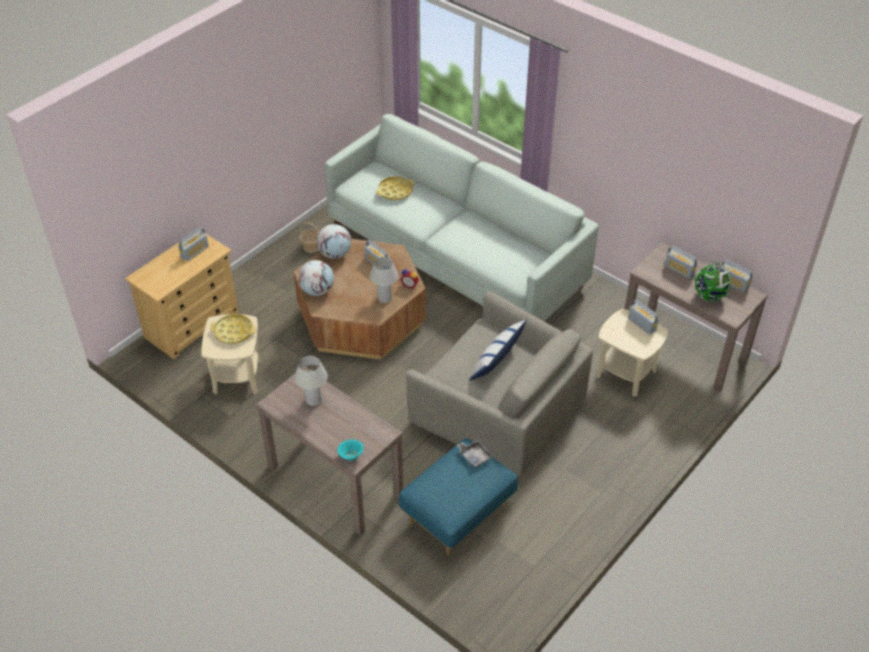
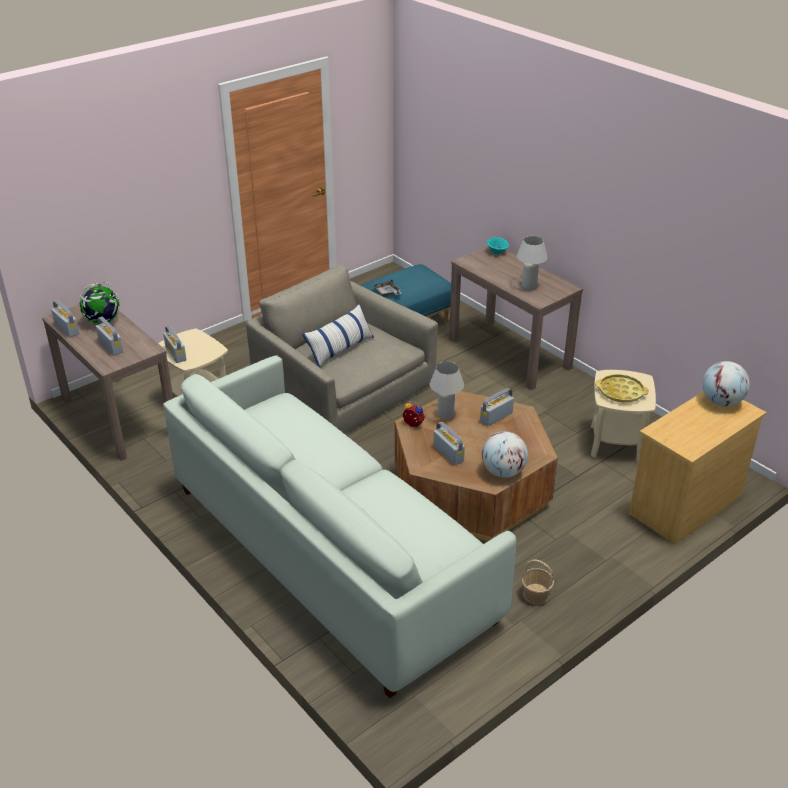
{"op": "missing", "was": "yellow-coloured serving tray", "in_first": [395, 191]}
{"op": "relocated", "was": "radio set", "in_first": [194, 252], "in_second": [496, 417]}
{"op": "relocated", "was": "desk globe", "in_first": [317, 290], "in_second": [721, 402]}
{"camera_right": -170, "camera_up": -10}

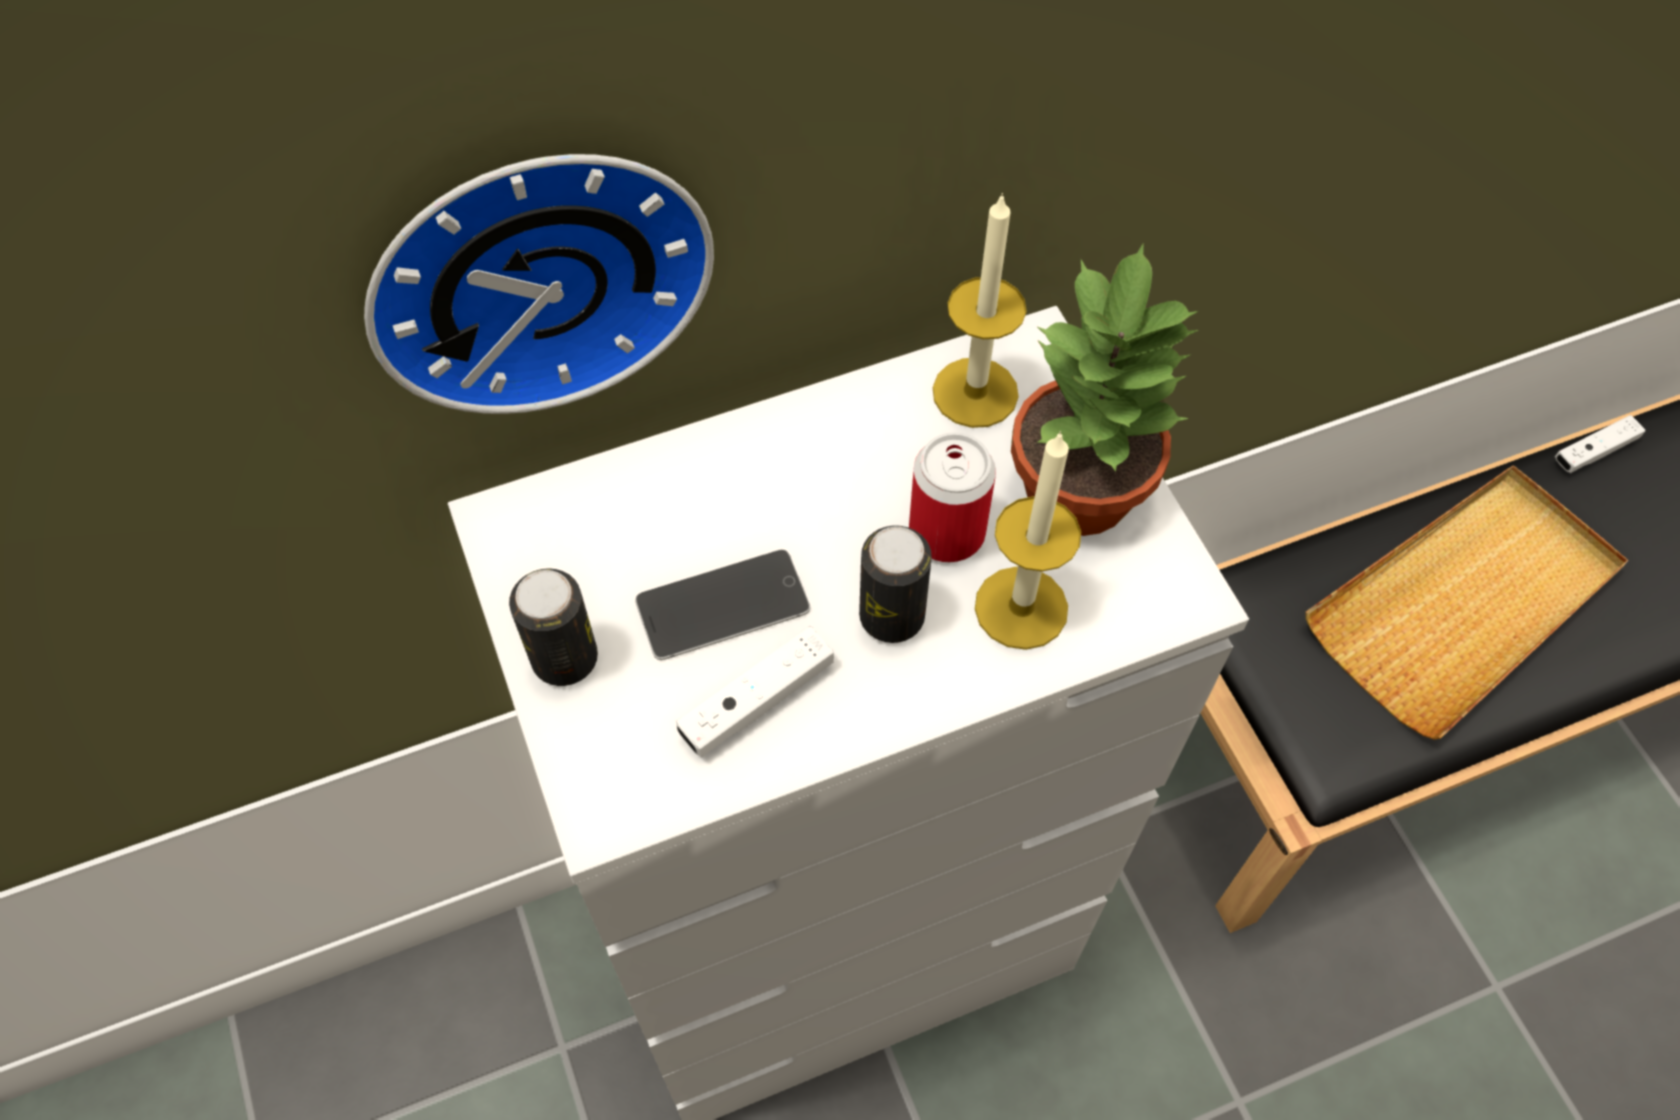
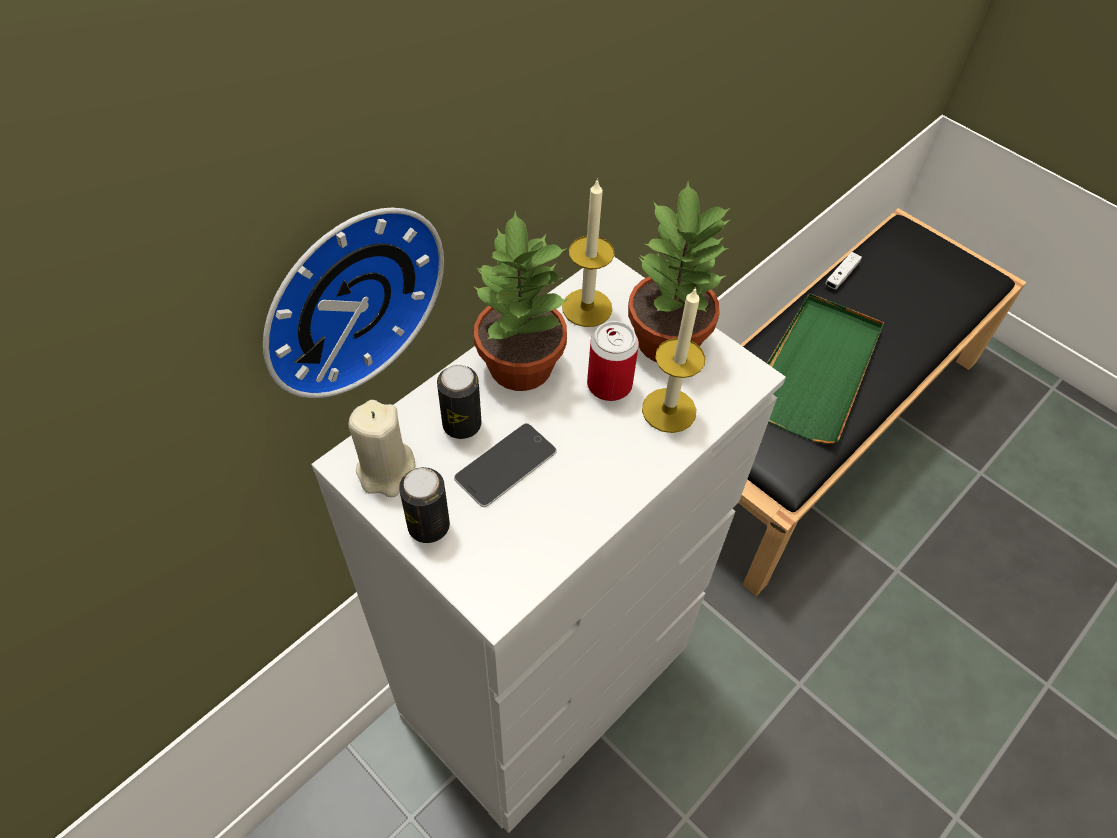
{"op": "missing", "was": "whitish gamepad", "in_first": [757, 700]}
{"op": "appeared", "now": "sand-coloured wax light", "in_second": [386, 471]}
{"op": "appeared", "now": "potted plant", "in_second": [520, 367]}
{"op": "relocated", "was": "sealed can", "in_first": [892, 616], "in_second": [462, 424]}
{"op": "colour", "was": "sand-coloured serving tray", "now": "green-coloured serving tray", "in_first": [1464, 603], "in_second": [816, 370]}
{"camera_right": -25, "camera_up": -5}

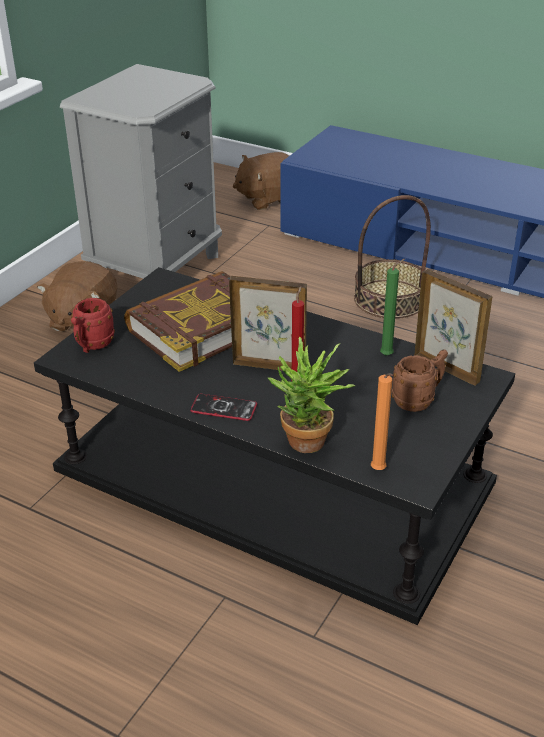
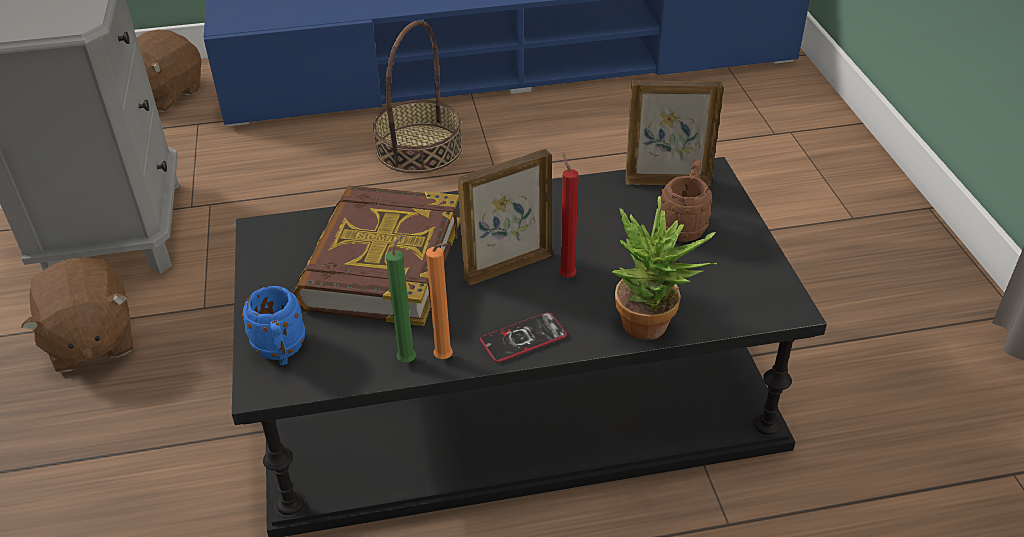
{"op": "relocated", "was": "orange wax light", "in_first": [379, 471], "in_second": [446, 359]}
{"op": "relocated", "was": "green-coloured wax light", "in_first": [388, 355], "in_second": [409, 359]}
{"op": "colour", "was": "red mug", "now": "blue mug", "in_first": [92, 345], "in_second": [281, 352]}
{"camera_right": -40, "camera_up": 5}

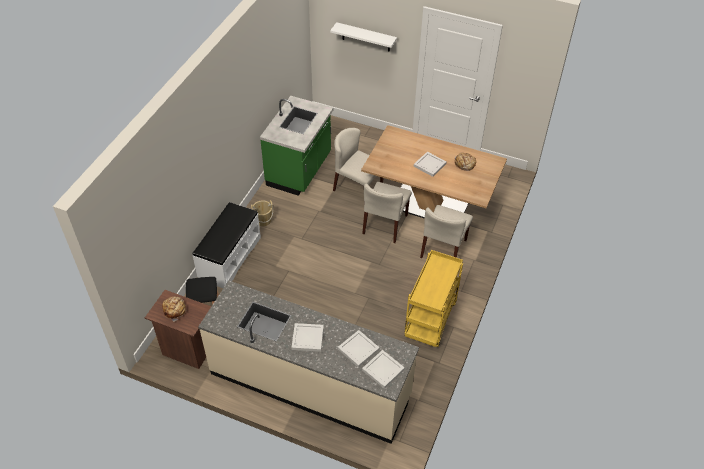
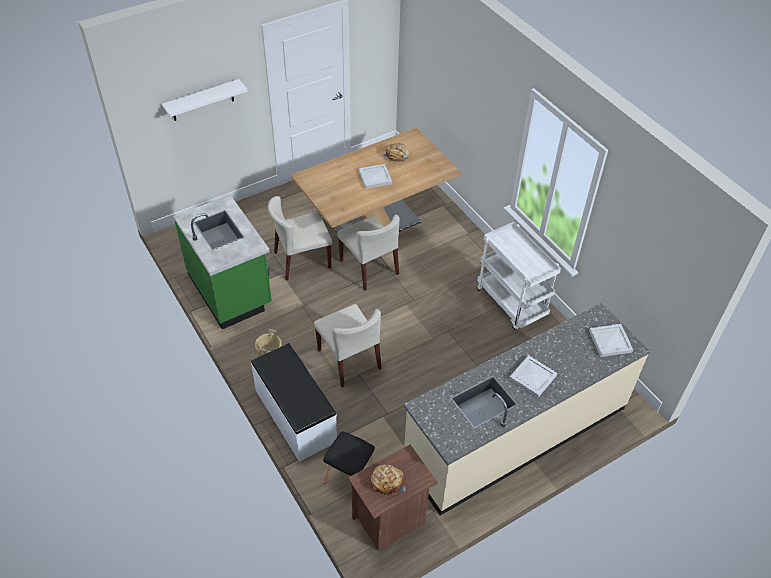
{"op": "missing", "was": "whitish serving tray", "in_first": [357, 349]}
{"op": "relocated", "was": "sand-coloured upright chair", "in_first": [443, 249], "in_second": [349, 359]}
{"op": "colour", "was": "yellow-coloured cart", "now": "whitish cart", "in_first": [430, 322], "in_second": [512, 303]}
{"camera_right": -55, "camera_up": 0}

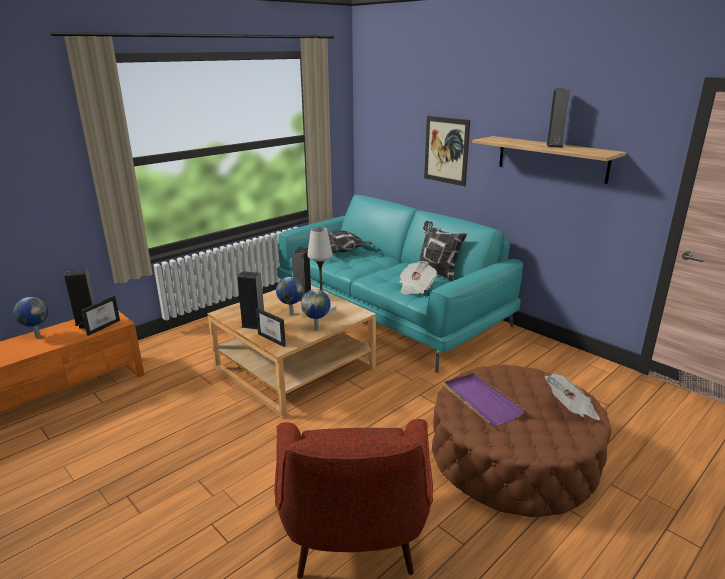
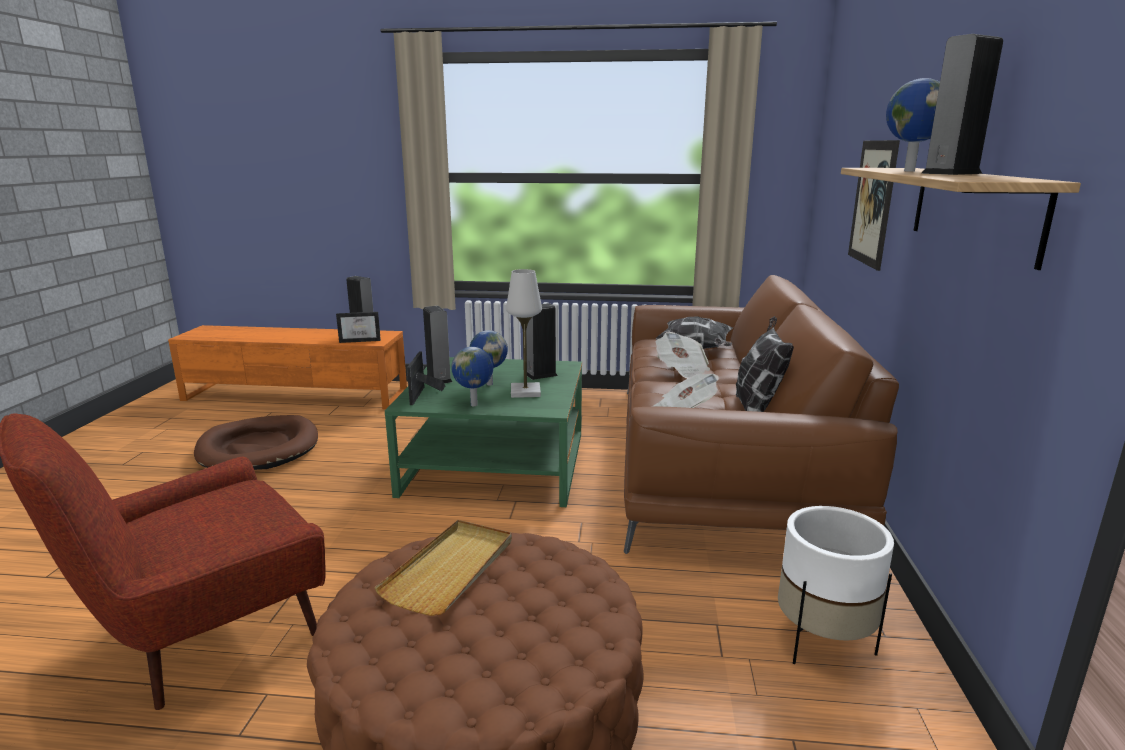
{"op": "appeared", "now": "brown dog bed", "in_second": [259, 448]}
{"op": "appeared", "now": "whitish plant pot", "in_second": [822, 642]}
{"op": "relocated", "was": "desk globe", "in_first": [37, 336], "in_second": [908, 171]}
{"op": "relocated", "was": "newspaper", "in_first": [570, 409], "in_second": [681, 370]}
{"op": "colour", "was": "sand-coloured low table", "now": "green-coloured low table", "in_first": [295, 368], "in_second": [496, 463]}
{"op": "colour", "was": "turquoise-coloured couch", "now": "brown couch", "in_first": [390, 311], "in_second": [721, 460]}
{"op": "colour", "was": "purple serving tray", "now": "sand-coloured serving tray", "in_first": [481, 401], "in_second": [451, 569]}
{"camera_right": 50, "camera_up": -5}

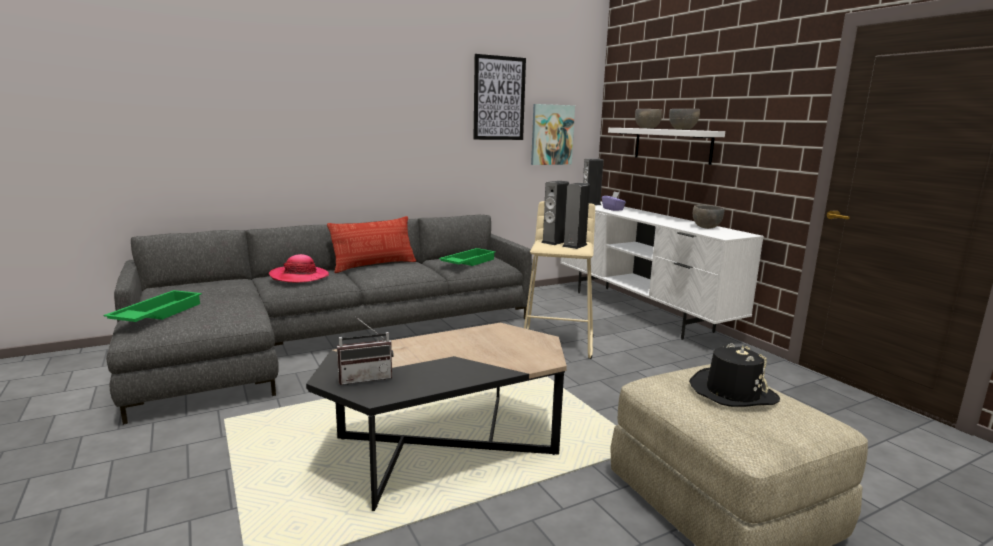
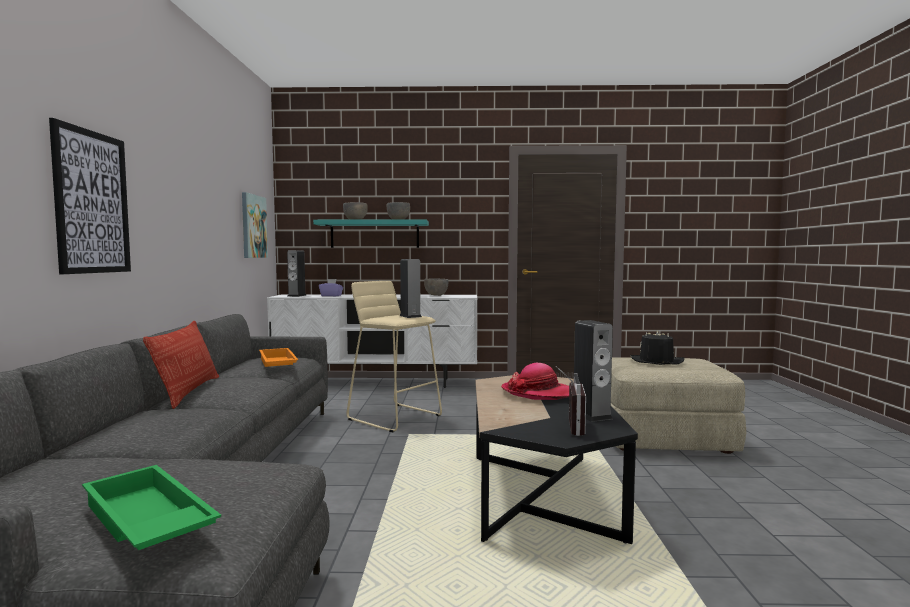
{"op": "relocated", "was": "clothing hat", "in_first": [299, 276], "in_second": [538, 393]}
{"op": "relocated", "was": "wall picture", "in_first": [499, 98], "in_second": [92, 202]}
{"op": "relocated", "was": "audio speaker", "in_first": [554, 242], "in_second": [591, 415]}
{"op": "colour", "was": "green-coloured serving tray", "now": "orange serving tray", "in_first": [467, 262], "in_second": [276, 364]}
{"op": "colour", "was": "whitish shelf", "now": "turquoise-coloured shelf", "in_first": [672, 145], "in_second": [374, 234]}
{"camera_right": -60, "camera_up": -10}

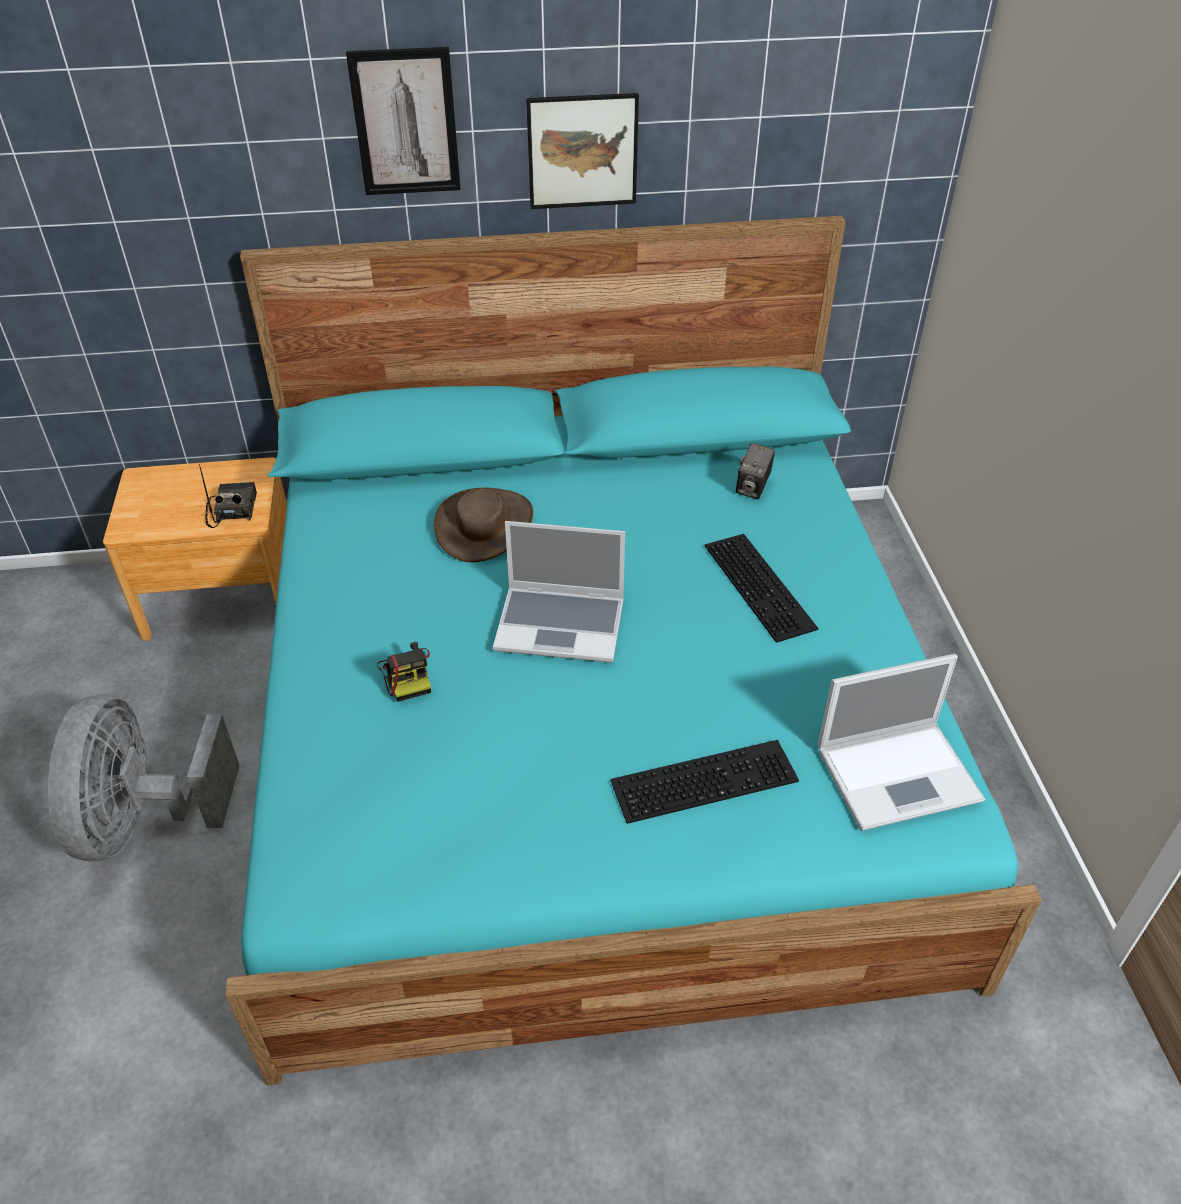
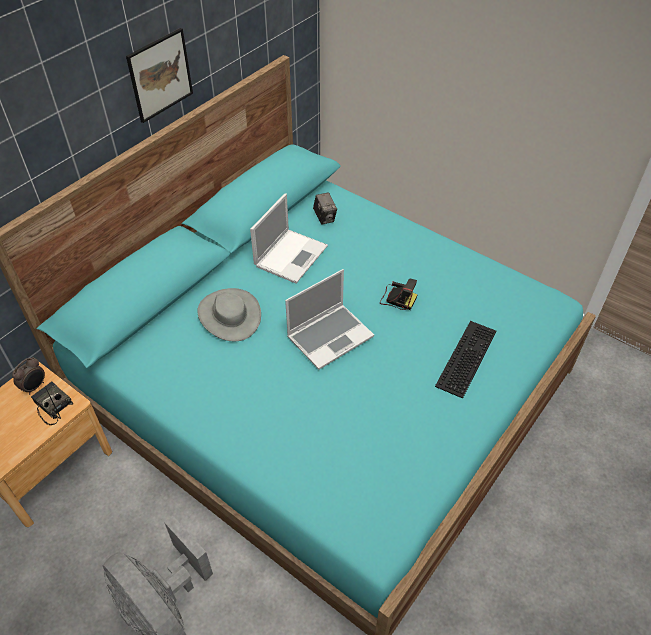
{"op": "missing", "was": "wall picture", "in_first": [405, 122]}
{"op": "missing", "was": "PC keyboard", "in_first": [762, 586]}
{"op": "appeared", "now": "alarm clock", "in_second": [35, 387]}
{"op": "relocated", "was": "photo camera", "in_first": [407, 675], "in_second": [397, 298]}
{"op": "relocated", "was": "notebook computer", "in_first": [900, 773], "in_second": [291, 255]}
{"op": "colour", "was": "brown clothing hat", "now": "greyish clothing hat", "in_first": [485, 525], "in_second": [229, 315]}
{"camera_right": -45, "camera_up": 5}

